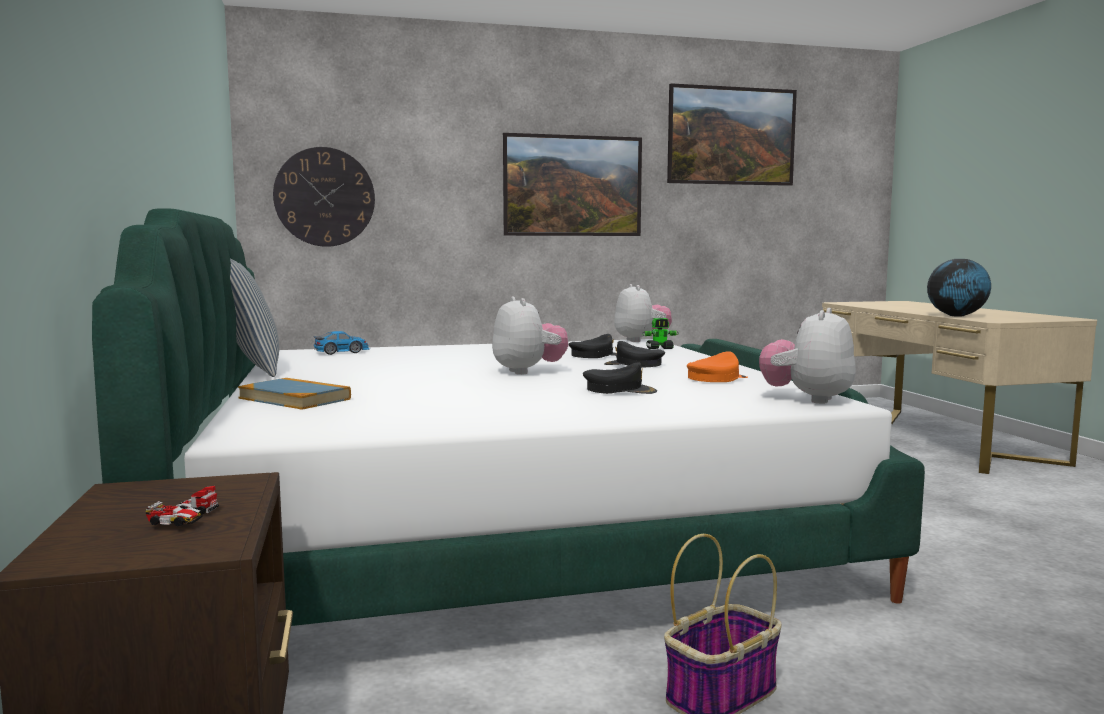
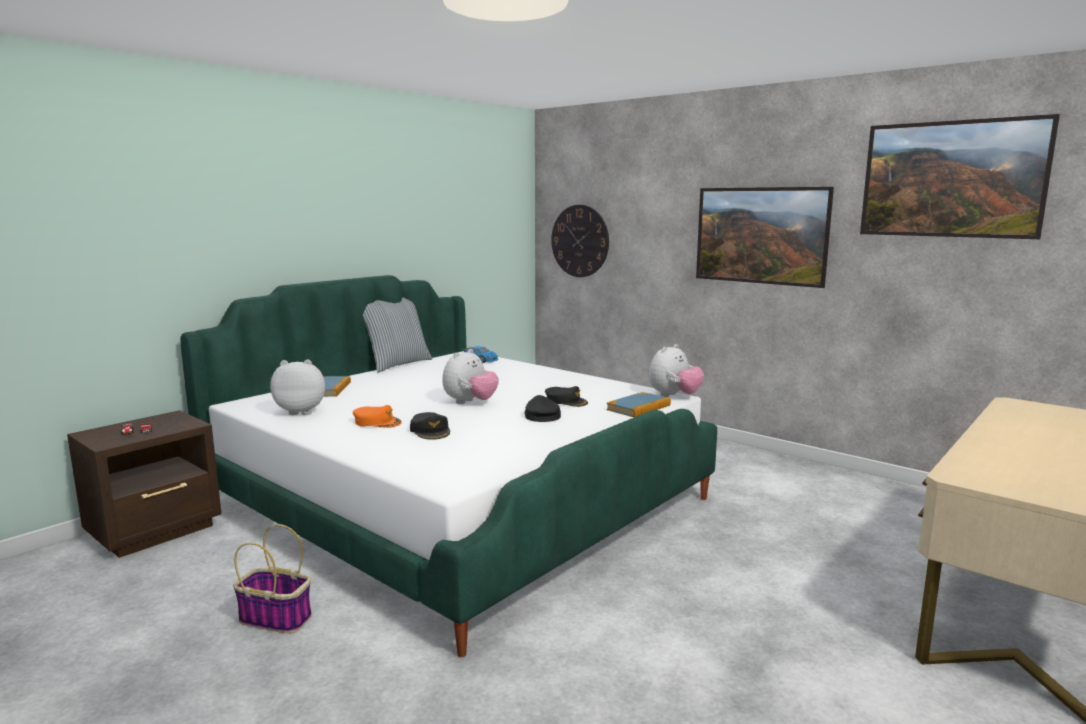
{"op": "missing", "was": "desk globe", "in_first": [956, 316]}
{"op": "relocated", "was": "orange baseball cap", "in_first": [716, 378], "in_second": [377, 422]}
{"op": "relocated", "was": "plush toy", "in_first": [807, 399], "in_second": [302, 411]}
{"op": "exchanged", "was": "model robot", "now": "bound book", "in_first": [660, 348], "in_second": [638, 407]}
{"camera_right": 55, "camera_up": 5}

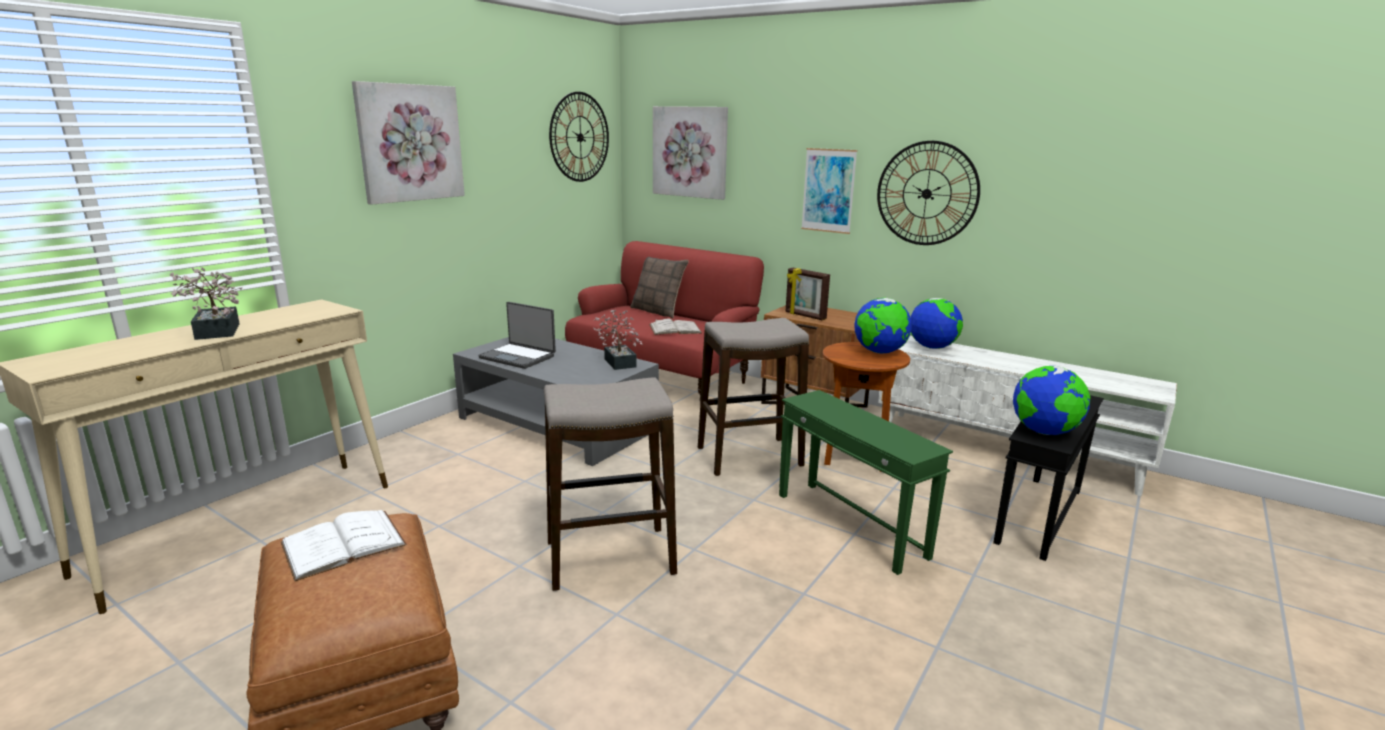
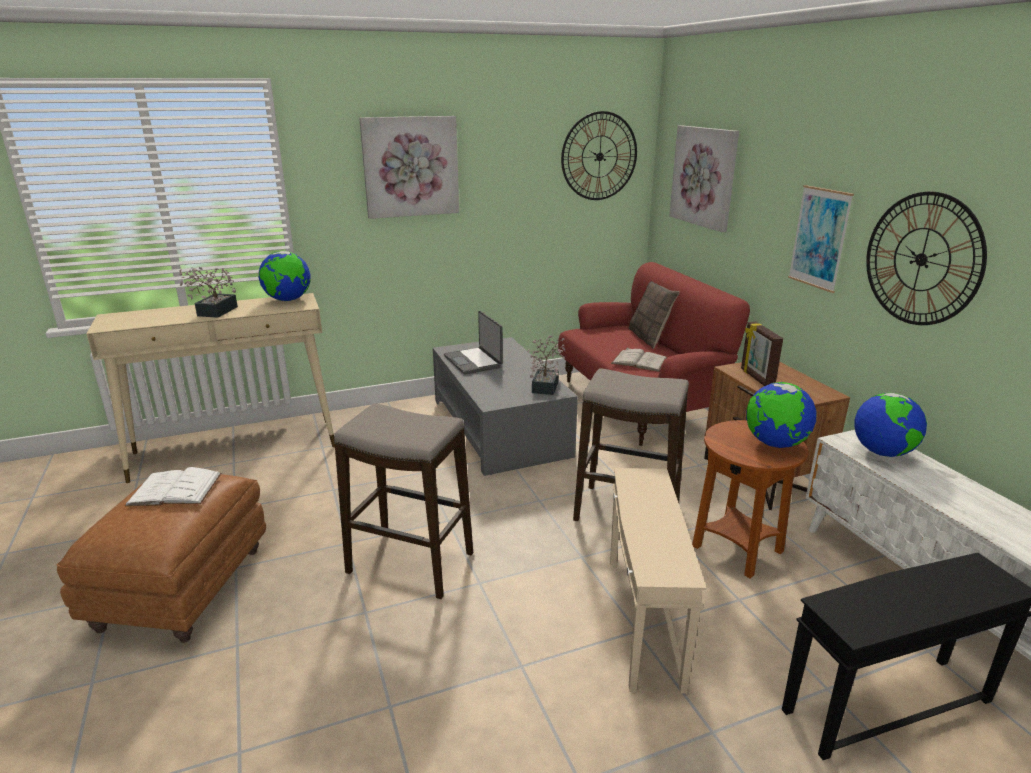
{"op": "relocated", "was": "desk globe", "in_first": [1044, 432], "in_second": [288, 300]}
{"op": "colour", "was": "green-coloured side table", "now": "sand-coloured side table", "in_first": [849, 525], "in_second": [642, 619]}
{"camera_right": 35, "camera_up": 5}

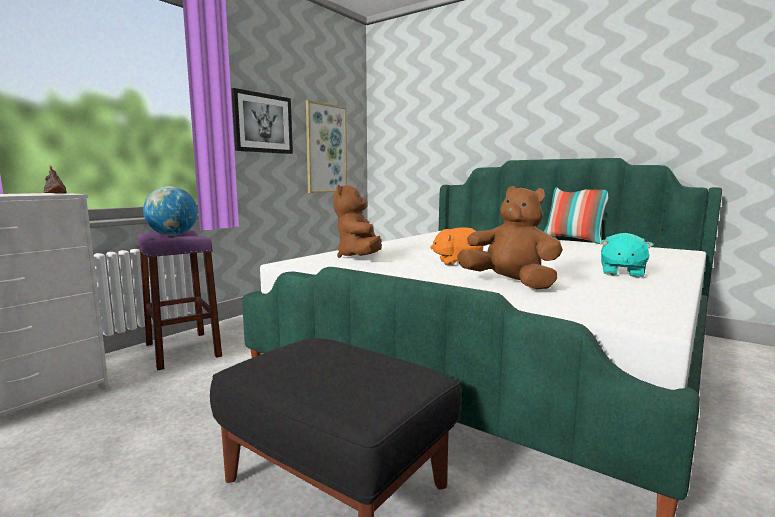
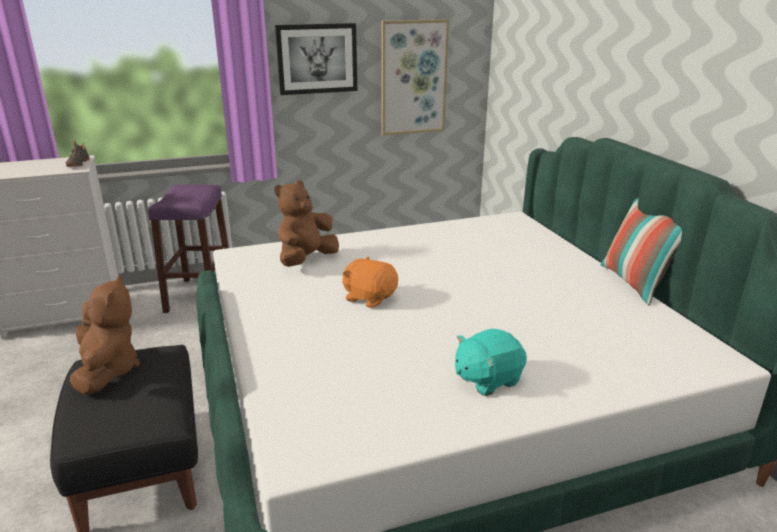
{"op": "missing", "was": "desk globe", "in_first": [172, 235]}
{"op": "relocated", "was": "brown plush toy", "in_first": [510, 283], "in_second": [107, 371]}
{"camera_right": 35, "camera_up": 15}

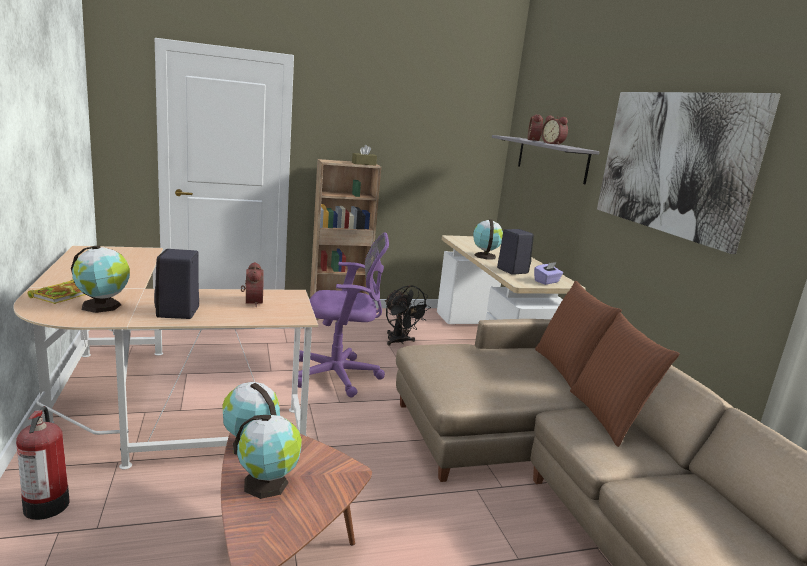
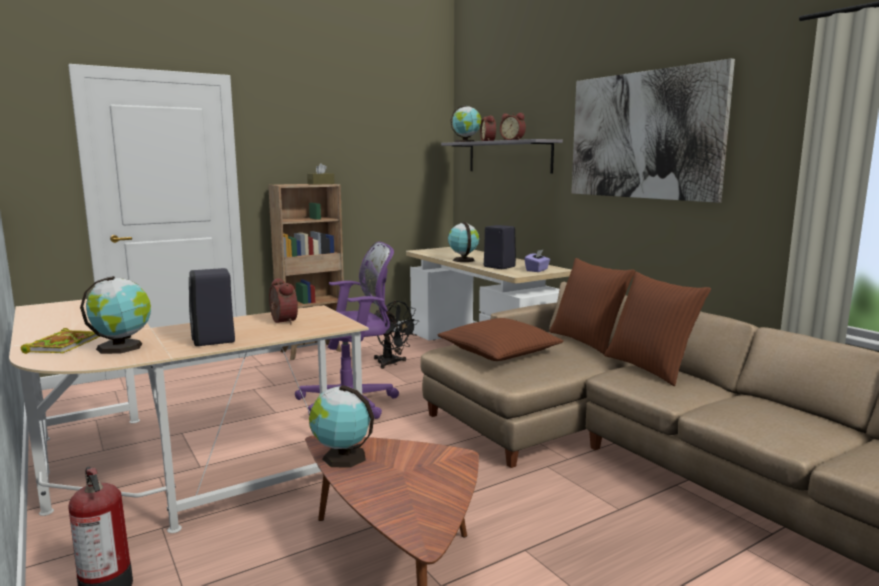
{"op": "appeared", "now": "brown cushion", "in_second": [499, 351]}
{"op": "relocated", "was": "desk globe", "in_first": [268, 484], "in_second": [466, 142]}
{"camera_right": -15, "camera_up": -5}

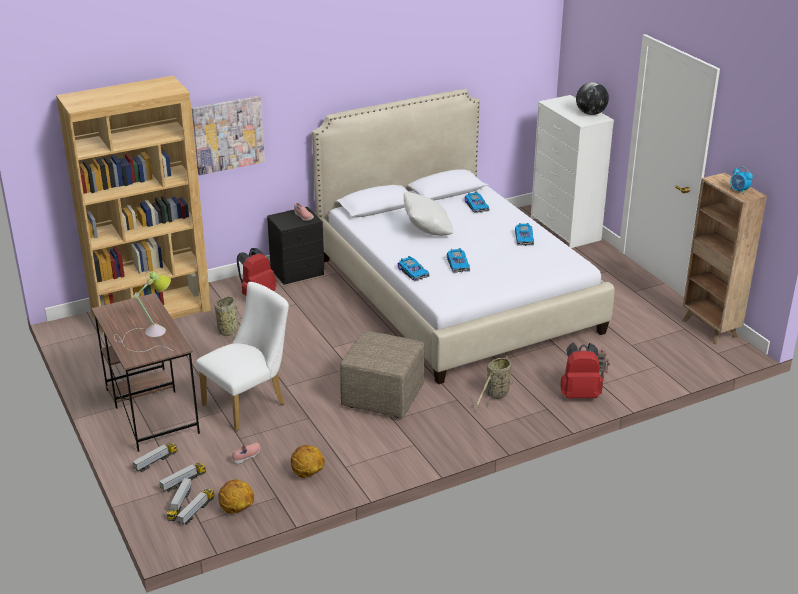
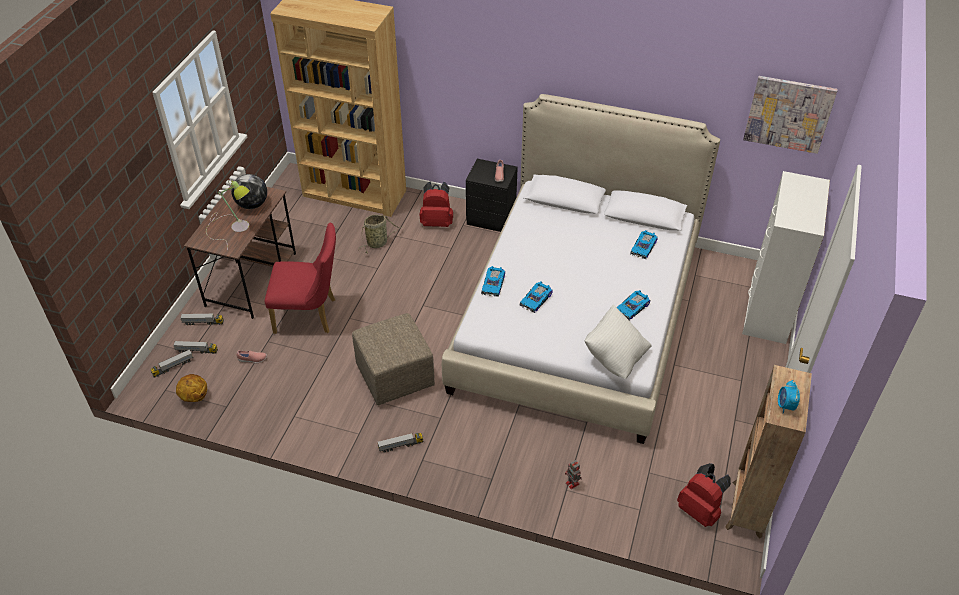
{"op": "missing", "was": "ball for basketball", "in_first": [307, 474]}
{"op": "missing", "was": "basket", "in_first": [496, 395]}
{"op": "relocated", "was": "model truck", "in_first": [196, 511], "in_second": [401, 445]}
{"op": "relocated", "was": "wall picture", "in_first": [228, 134], "in_second": [788, 114]}
{"op": "relocated", "was": "whitish cushion", "in_first": [427, 231], "in_second": [615, 356]}
{"op": "relocated", "was": "red backpack", "in_first": [579, 394], "in_second": [700, 510]}
{"op": "relocated", "was": "desk globe", "in_first": [590, 113], "in_second": [252, 205]}
{"op": "colour", "was": "whitish upright chair", "now": "red upright chair", "in_first": [249, 403], "in_second": [310, 316]}
{"camera_right": 45, "camera_up": 15}

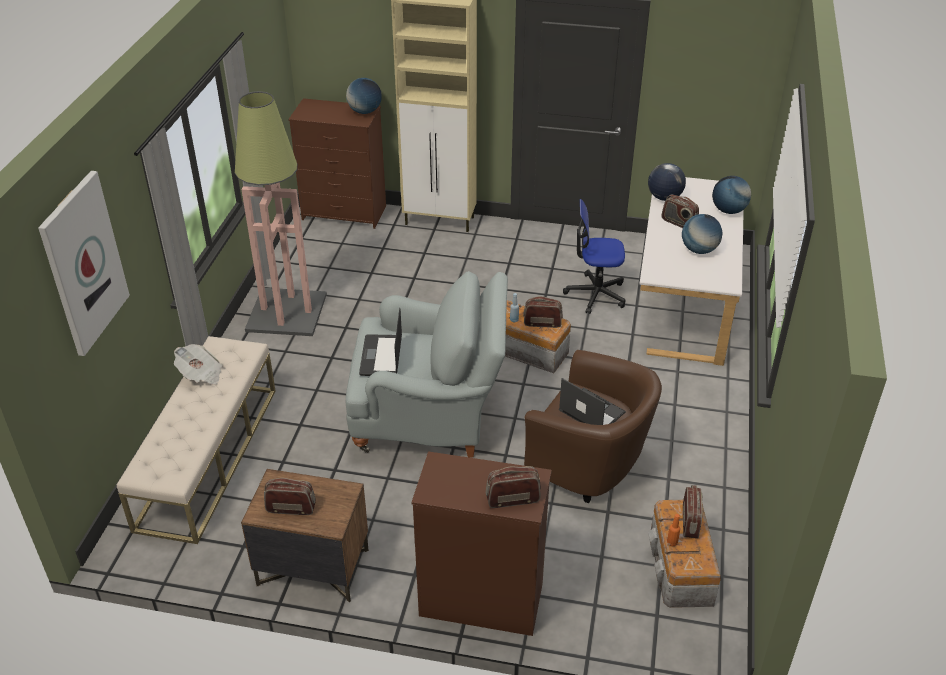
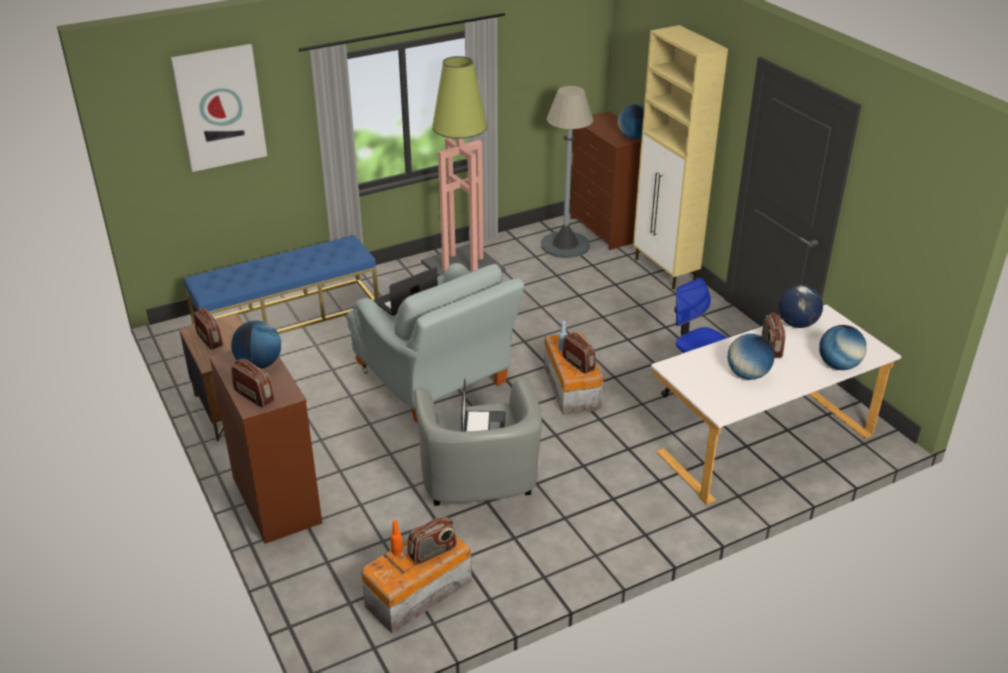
{"op": "missing", "was": "newspaper", "in_first": [201, 374]}
{"op": "appeared", "now": "desk globe", "in_second": [259, 364]}
{"op": "appeared", "now": "greyish floor lamp", "in_second": [565, 245]}
{"op": "colour", "was": "sand-coloured bench", "now": "blue bench", "in_first": [208, 456], "in_second": [287, 315]}
{"op": "colour", "was": "brown lounge chair", "now": "greyish lounge chair", "in_first": [590, 465], "in_second": [479, 486]}
{"camera_right": 50, "camera_up": -5}

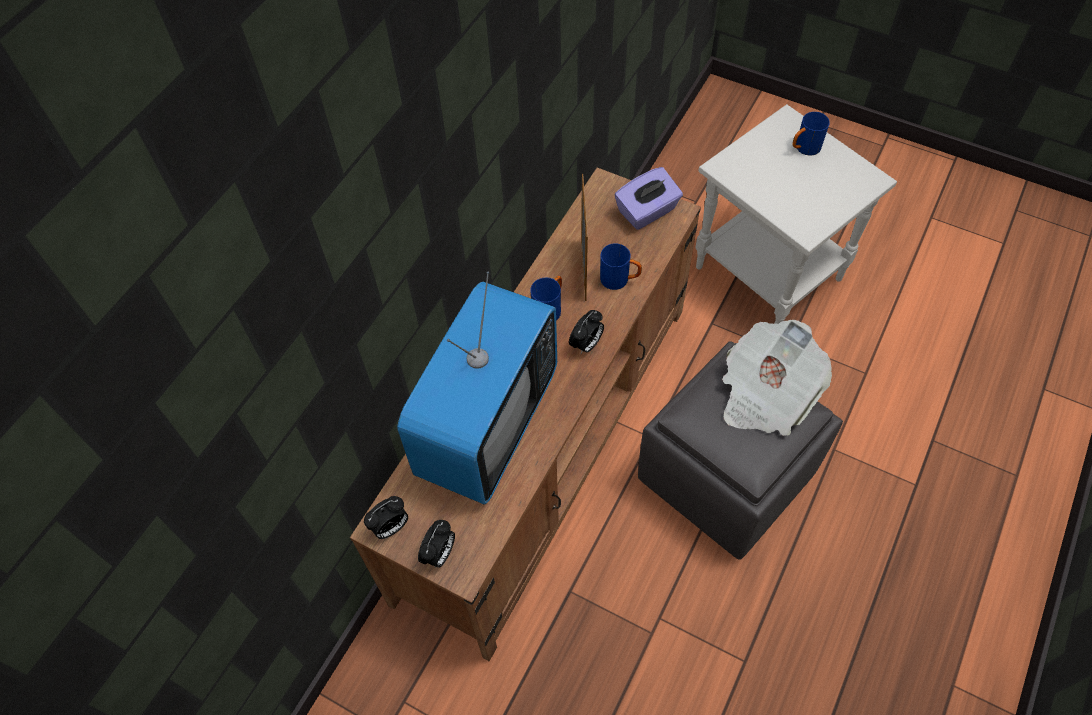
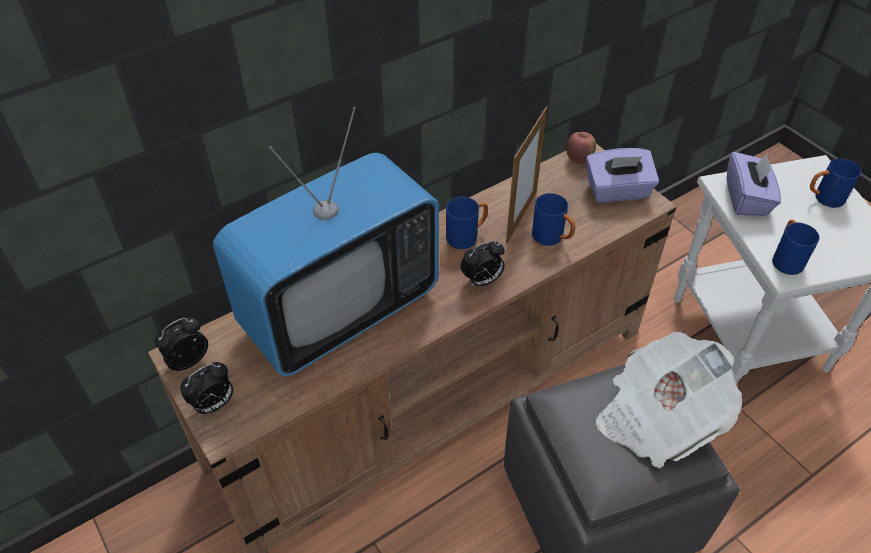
{"op": "appeared", "now": "apple fruit", "in_second": [579, 159]}
{"op": "appeared", "now": "purple tissue box", "in_second": [747, 199]}
{"op": "appeared", "now": "blue mug", "in_second": [785, 259]}
{"op": "spun", "was": "alarm clock", "in_first": [390, 527], "in_second": [188, 360], "clockwise": 150}
{"camera_right": 25, "camera_up": -10}

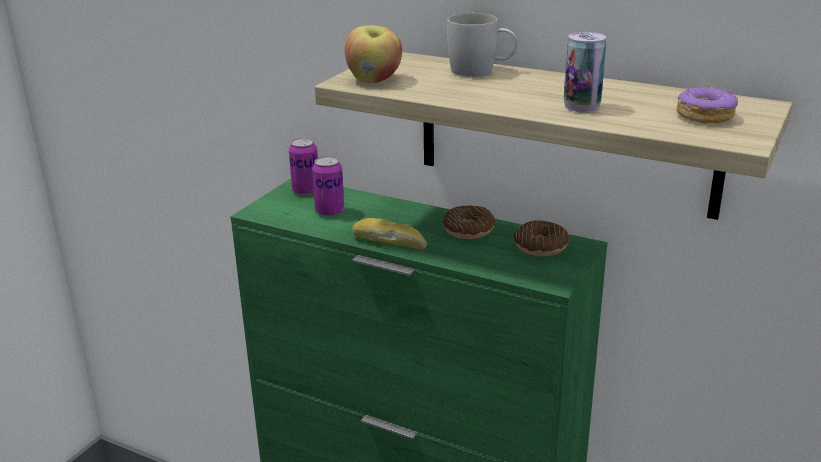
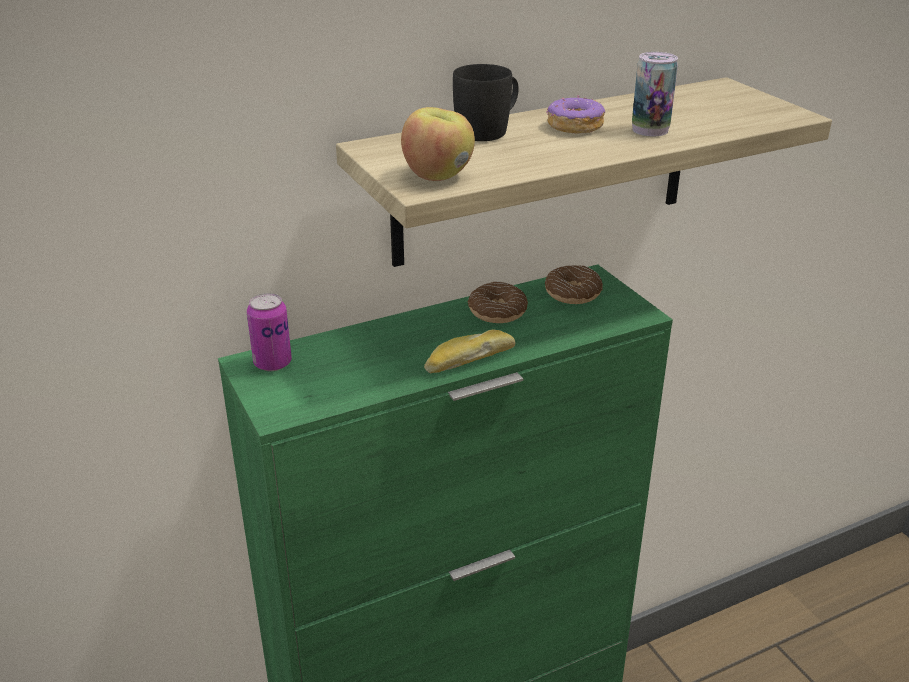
{"op": "missing", "was": "sealed can", "in_first": [330, 211]}
{"op": "relocated", "was": "ring doughnut", "in_first": [704, 116], "in_second": [574, 126]}
{"op": "colour", "was": "whitish mug", "now": "black-coloured mug", "in_first": [481, 71], "in_second": [489, 130]}
{"camera_right": -55, "camera_up": 5}

